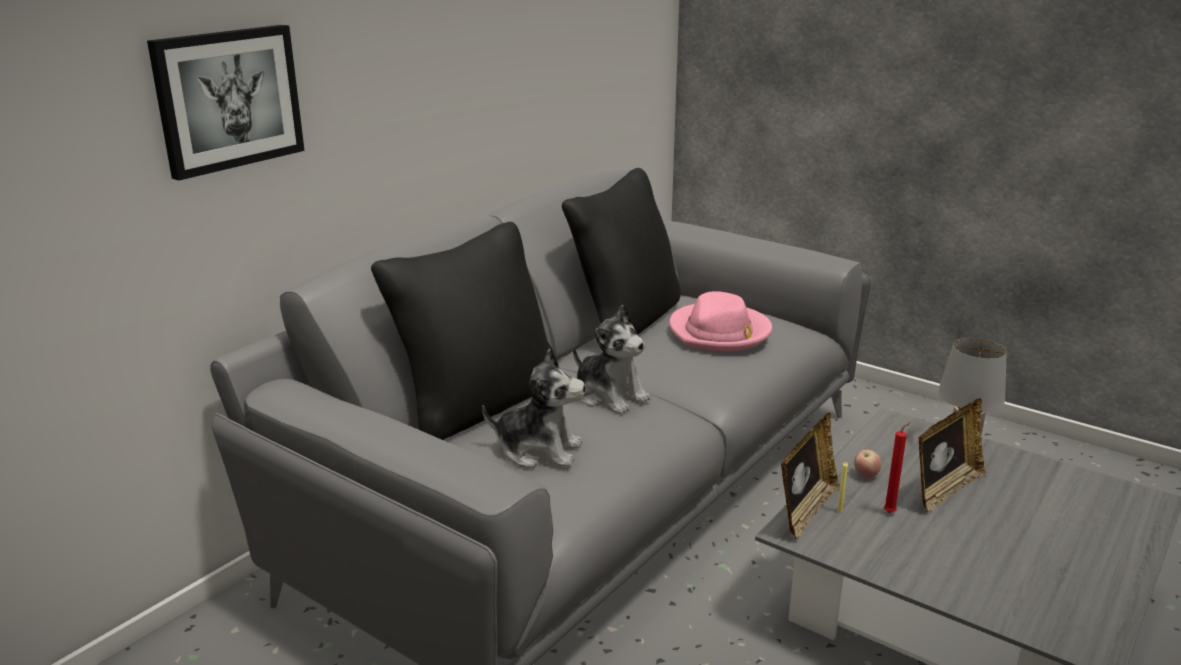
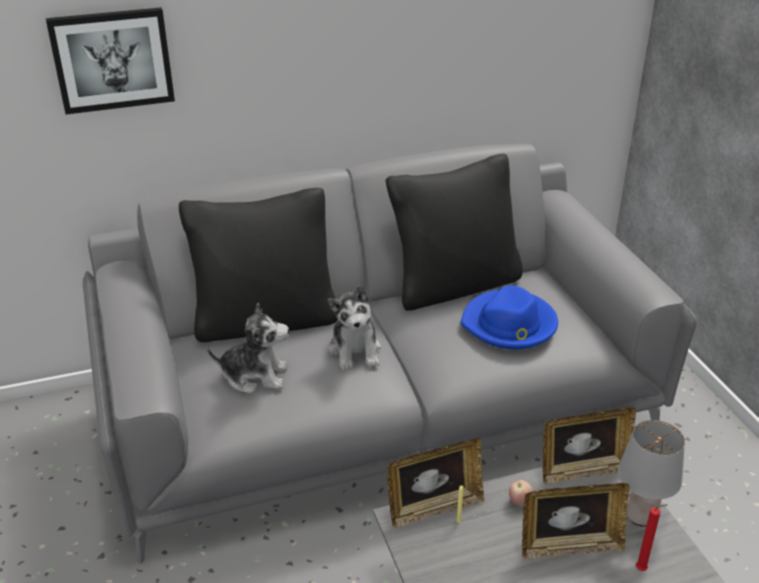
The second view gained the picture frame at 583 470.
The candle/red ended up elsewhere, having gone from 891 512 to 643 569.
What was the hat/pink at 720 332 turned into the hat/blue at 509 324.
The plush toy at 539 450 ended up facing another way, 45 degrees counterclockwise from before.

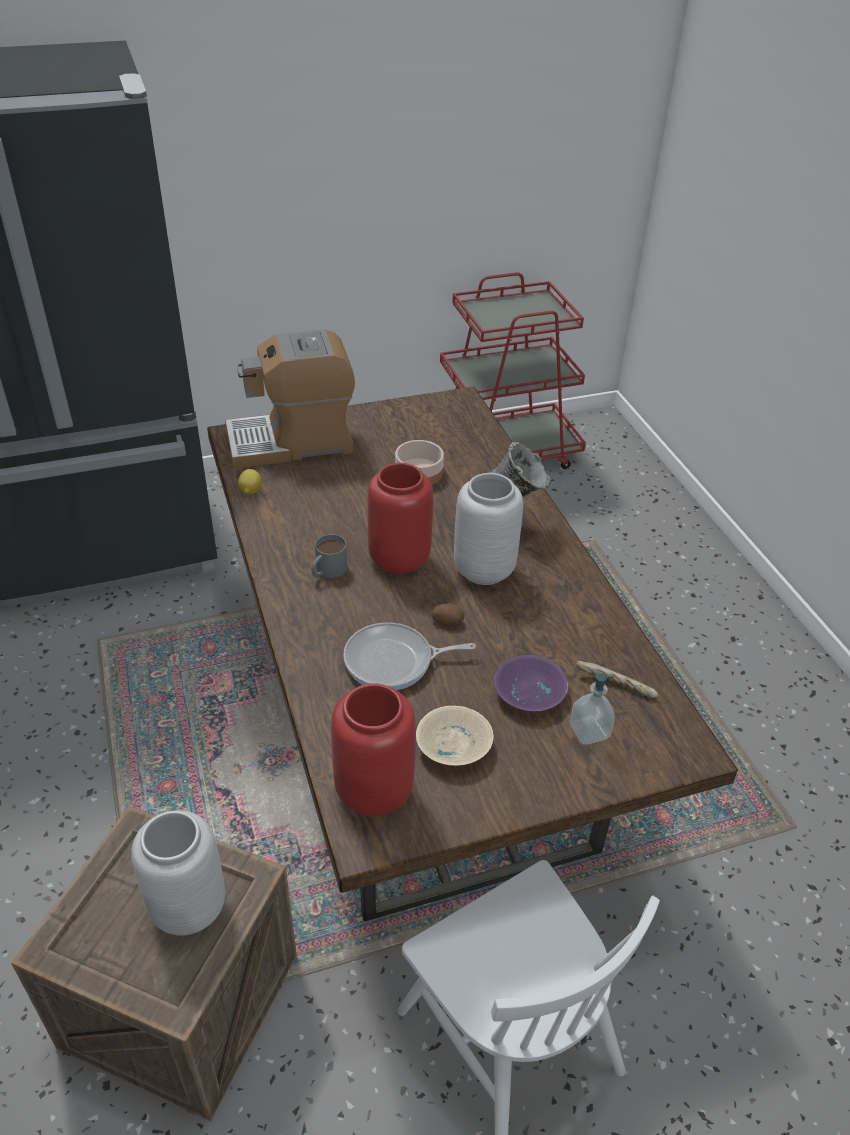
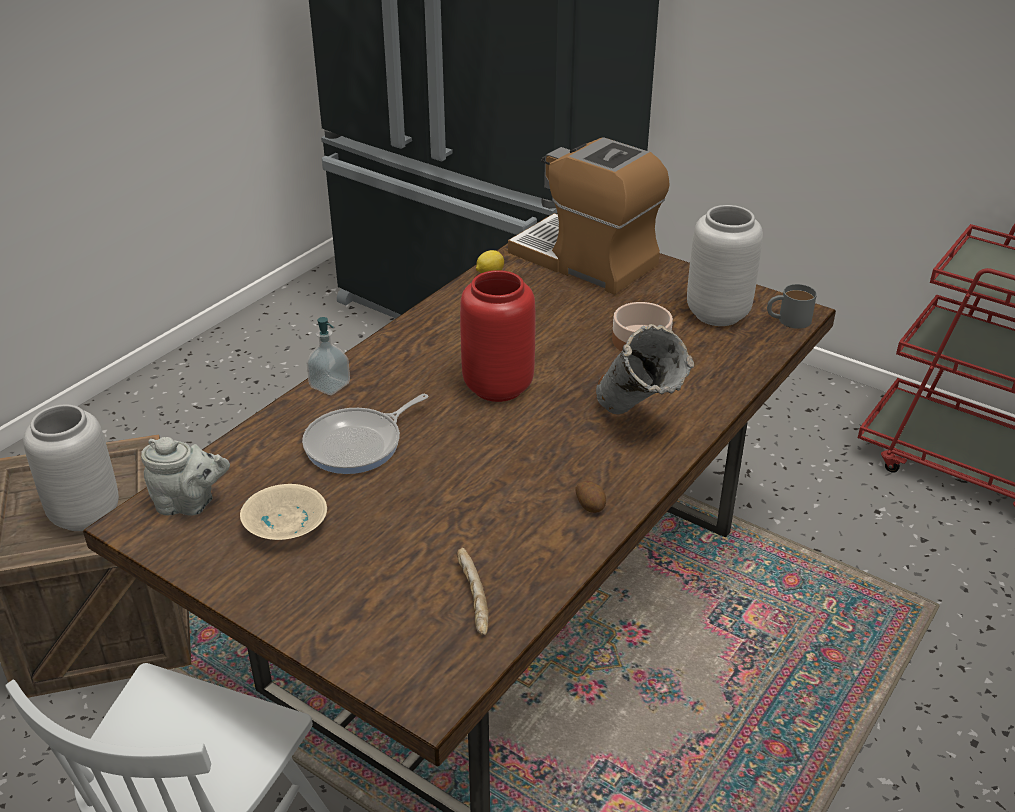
The second view lost the bowl/purple at 531 694.
The mug/grey ended up elsewhere, having gone from 327 571 to 788 319.
The potato ended up elsewhere, having gone from 447 620 to 591 505.
The vase/grey ended up elsewhere, having gone from 483 569 to 717 313.
The soap dispenser ended up elsewhere, having gone from 589 731 to 330 385.
Where the vase/red stood at 373 793, the teapot/grey came to stand at 189 504.
The frying pan at 393 662 ended up facing another way, 90 degrees counterclockwise from before.

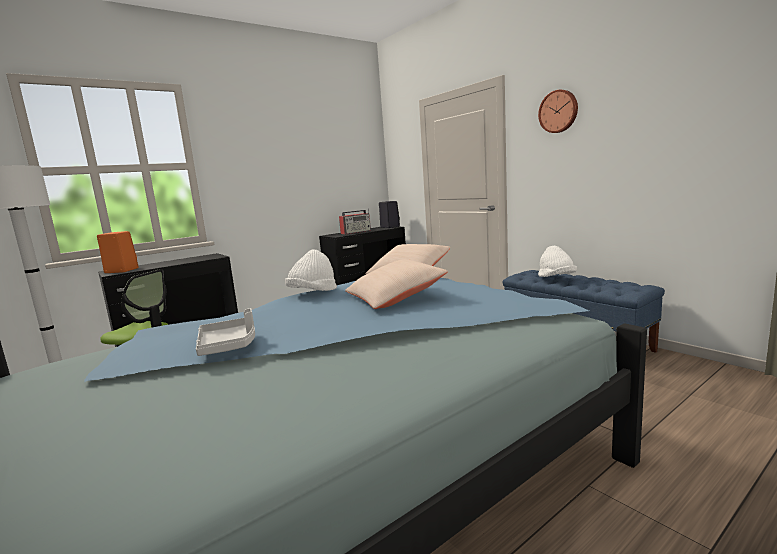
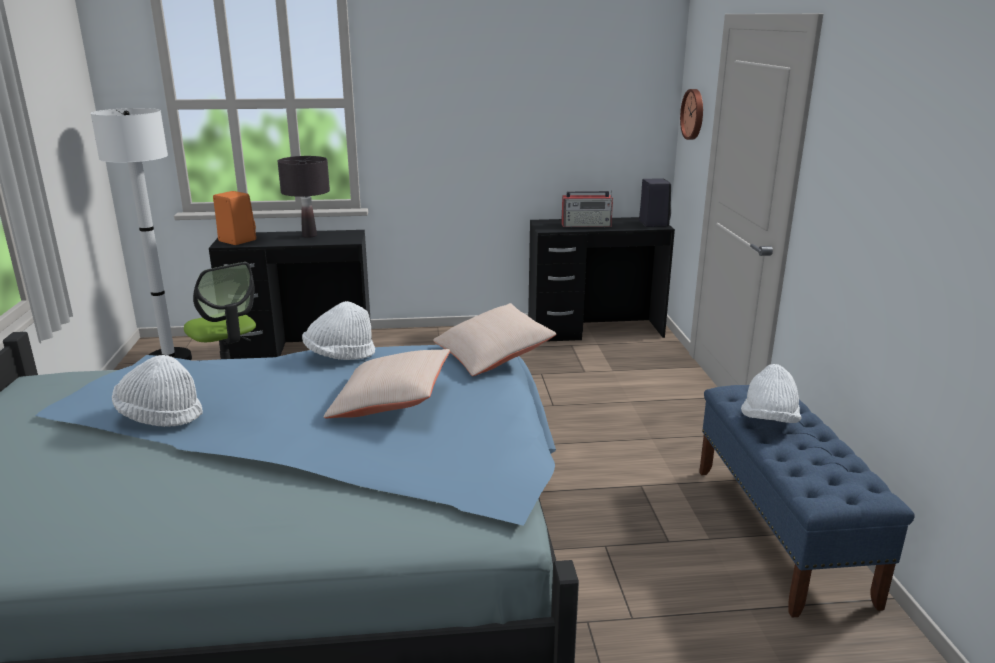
The second view gained the table lamp/black at 309 235.
The wall clock ended up elsewhere, having gone from 558 111 to 694 114.
Where the tray/grey stood at 228 345, the hat/white came to stand at 160 415.

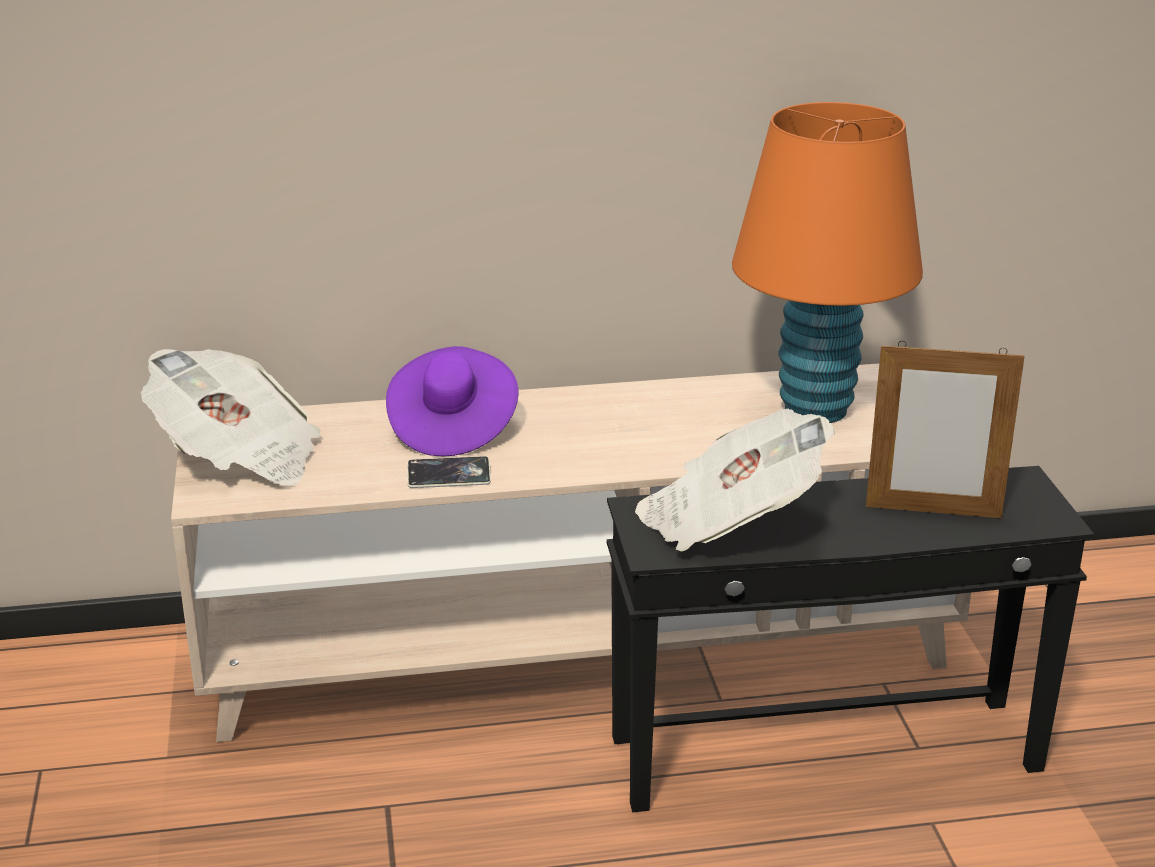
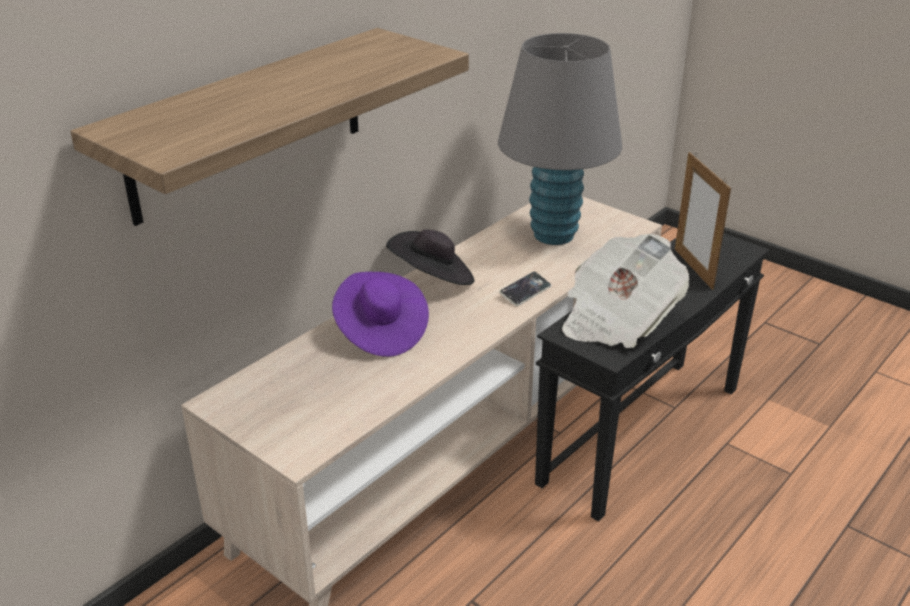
The second view lost the newspaper at 239 456.
The second view gained the shelf at 248 124.
The second view gained the hat/black at 432 278.
The phone ended up elsewhere, having gone from 449 477 to 525 292.
What was the table lamp/orange at 815 409 turned into the table lamp/grey at 553 235.
The picture frame at 933 511 ended up facing another way, 105 degrees clockwise from before.

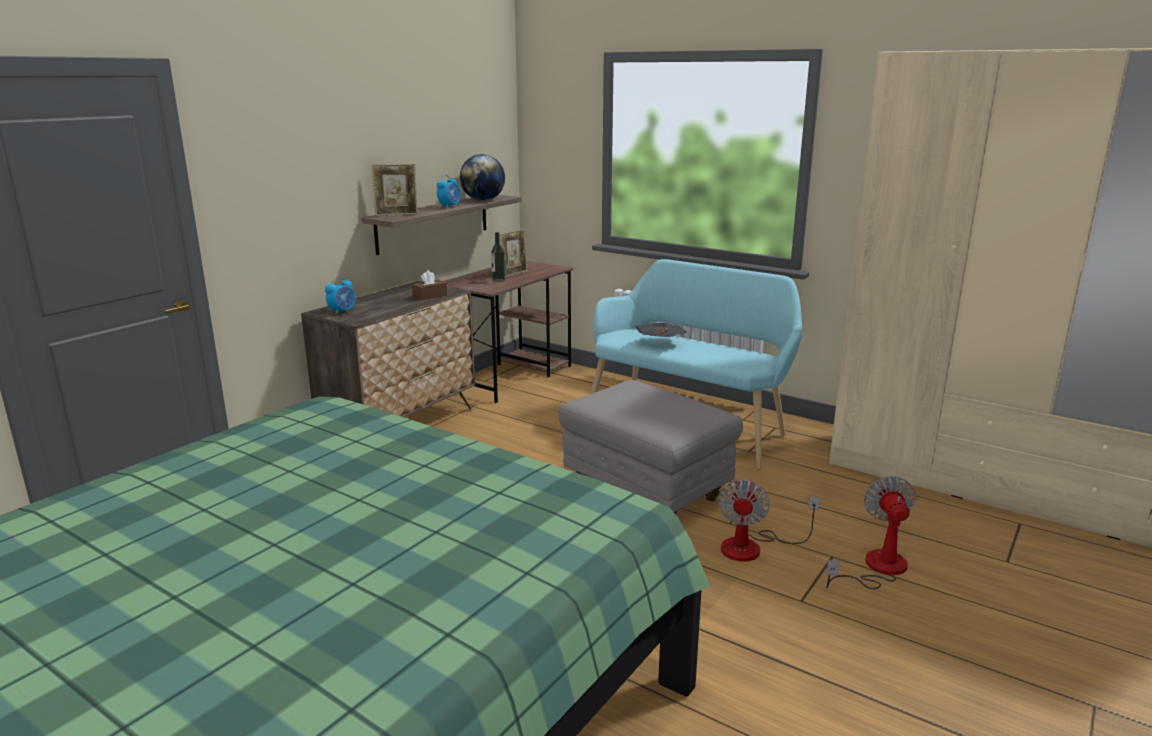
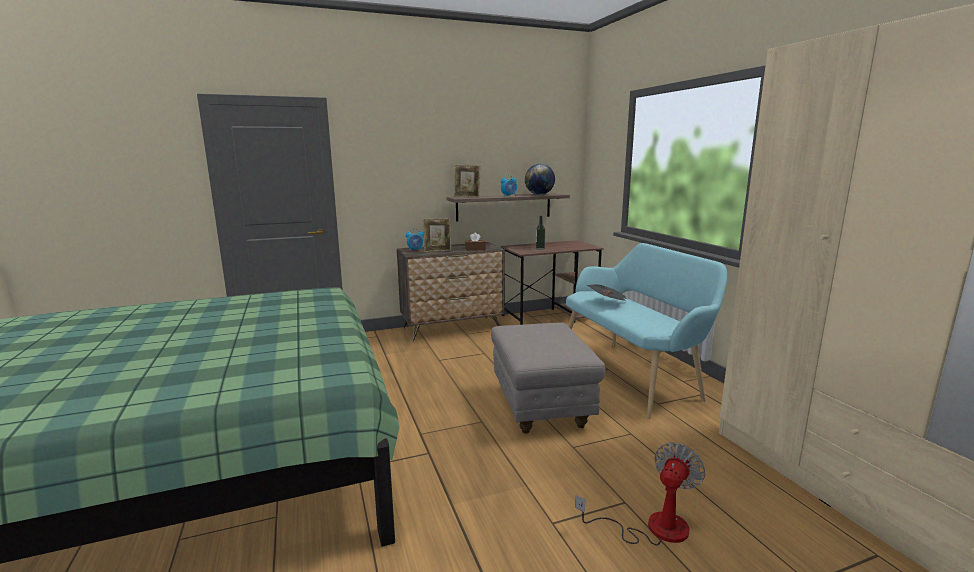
The second view lost the fan at 753 547.
The picture frame ended up elsewhere, having gone from 514 274 to 437 251.

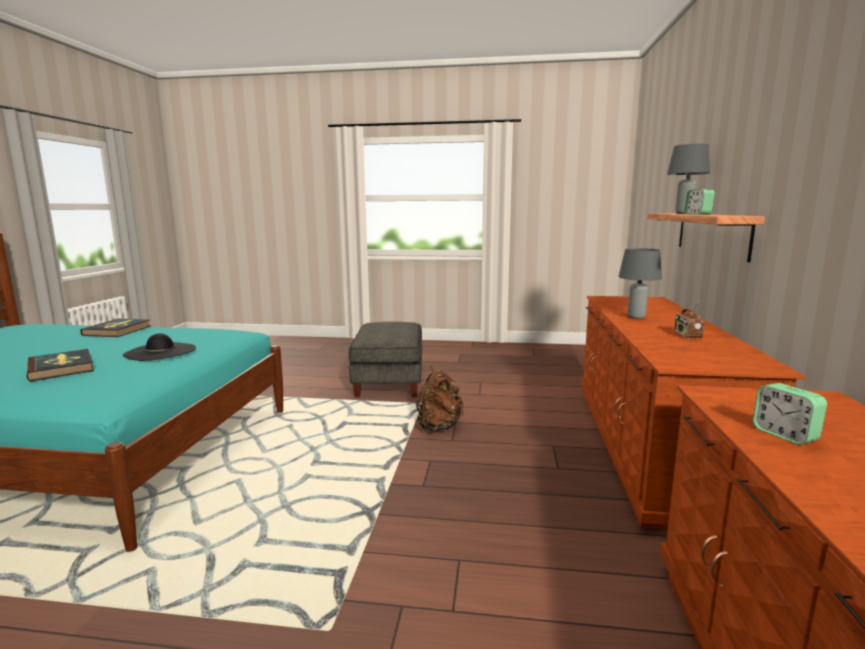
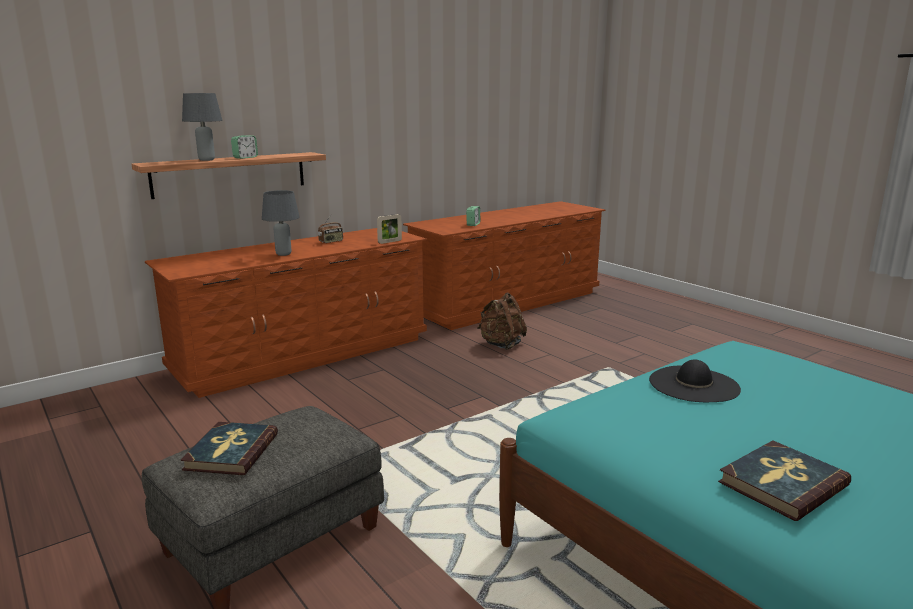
The second view gained the picture frame at 389 242.
The book ended up elsewhere, having gone from 61 368 to 231 452.
The backpack/brown ended up elsewhere, having gone from 439 426 to 501 345.

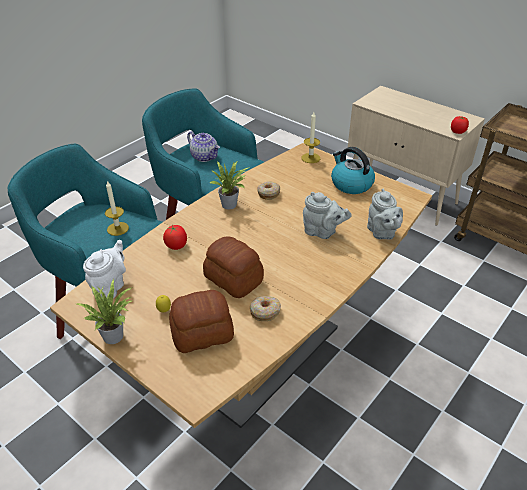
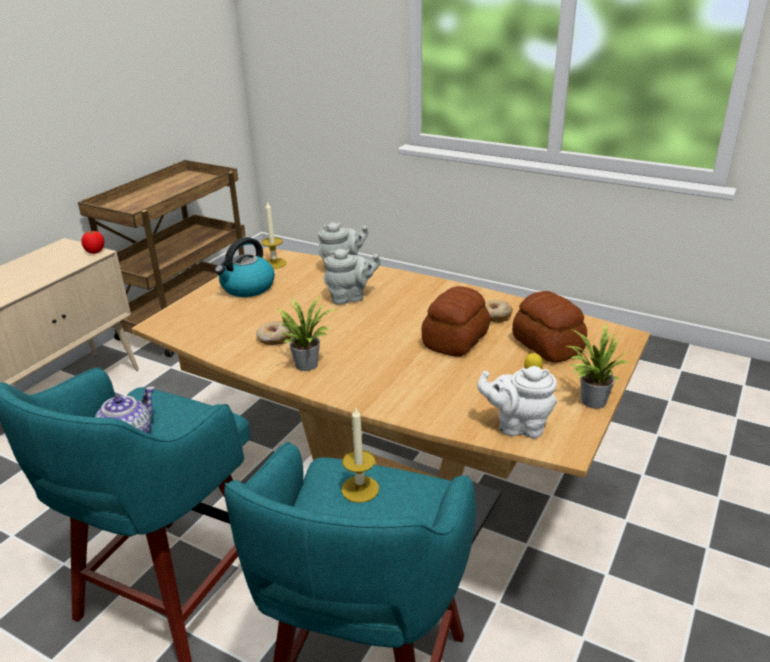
The second view lost the tomato at 176 246.
The candle ended up elsewhere, having gone from 310 158 to 274 263.
The teapot/grey at 322 232 ended up facing another way, 60 degrees clockwise from before.

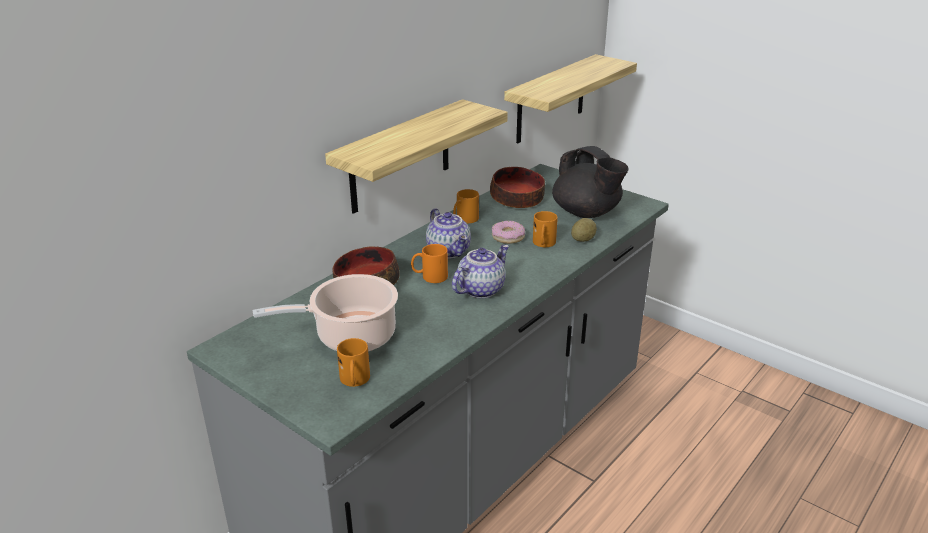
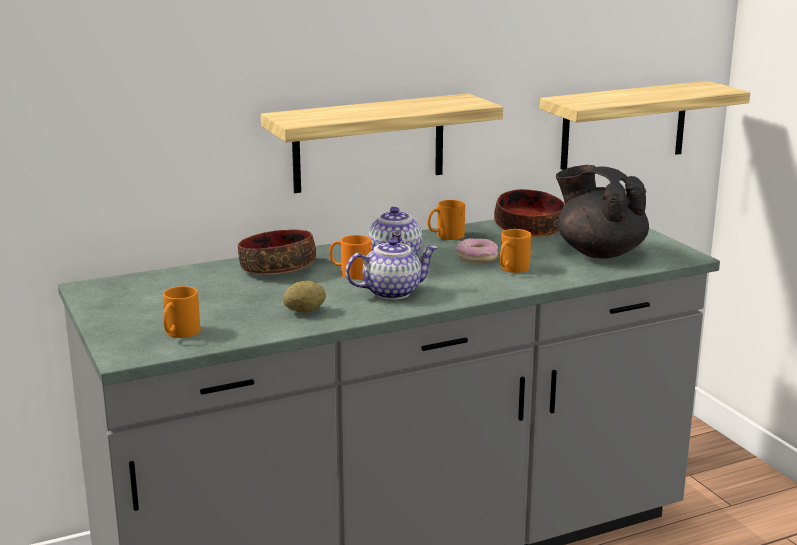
The second view lost the cooking pot at 350 336.
The potato ended up elsewhere, having gone from 583 239 to 304 311.
The teapot/black at 586 213 ended up facing another way, 150 degrees clockwise from before.

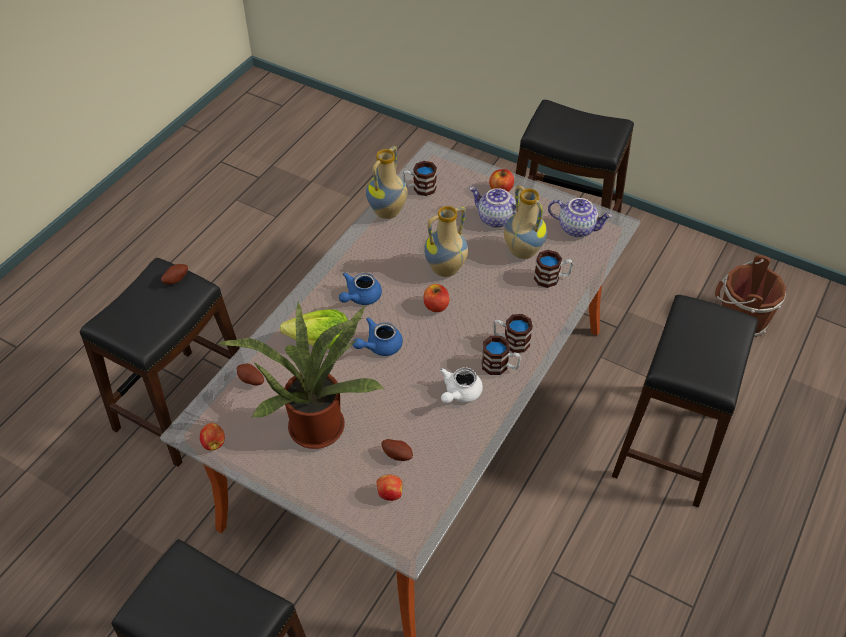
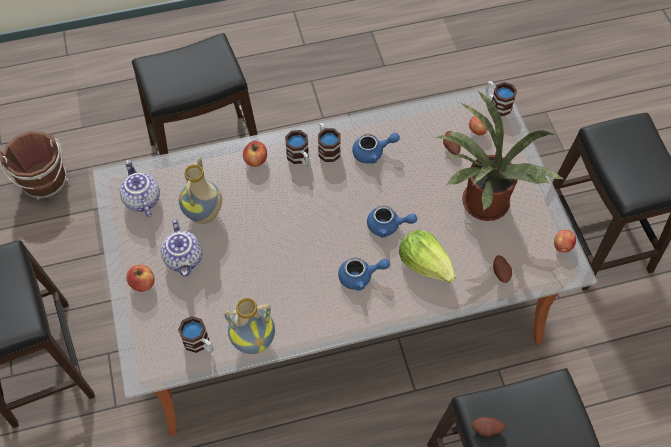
The second view lost the vase at 445 270.
The apple ended up elsewhere, having gone from 436 306 to 256 160.
The mug ended up elsewhere, having gone from 552 278 to 497 104.
What was the teapot/white at 459 393 turned into the teapot/blue at 373 152.

